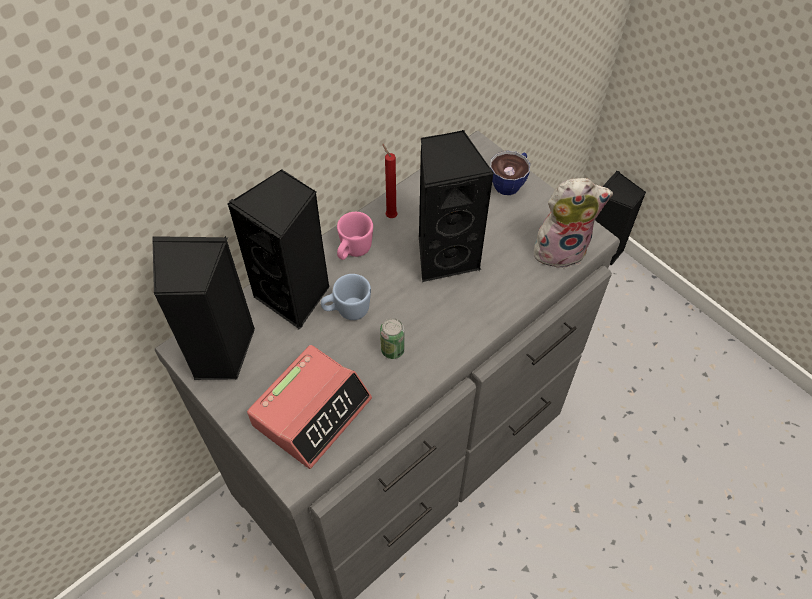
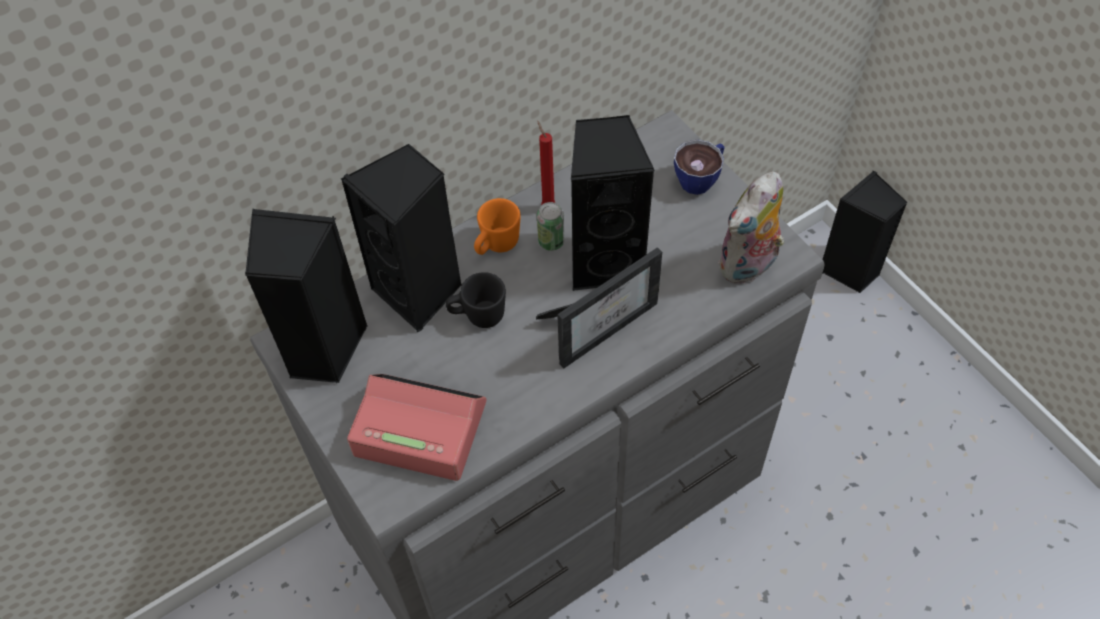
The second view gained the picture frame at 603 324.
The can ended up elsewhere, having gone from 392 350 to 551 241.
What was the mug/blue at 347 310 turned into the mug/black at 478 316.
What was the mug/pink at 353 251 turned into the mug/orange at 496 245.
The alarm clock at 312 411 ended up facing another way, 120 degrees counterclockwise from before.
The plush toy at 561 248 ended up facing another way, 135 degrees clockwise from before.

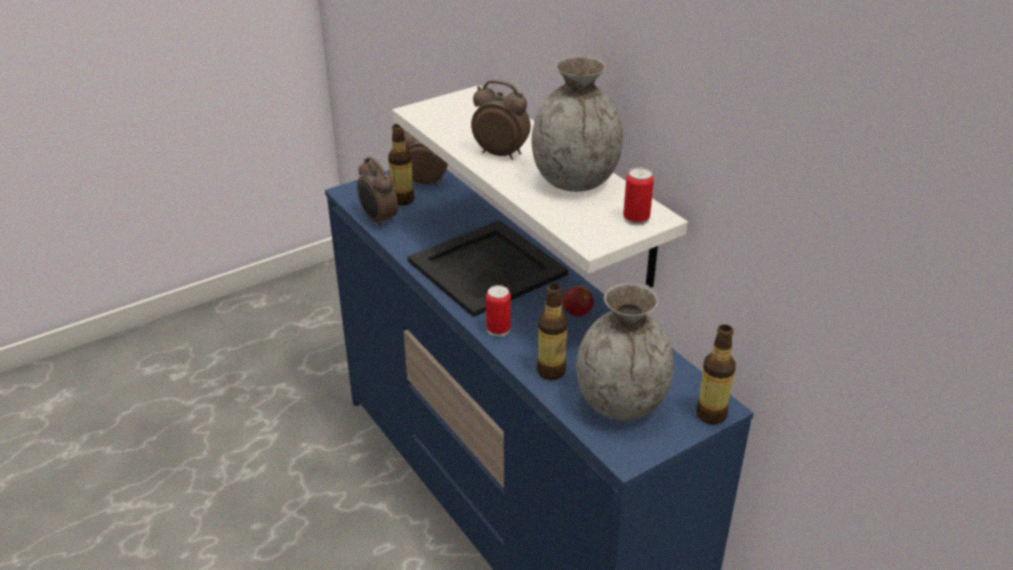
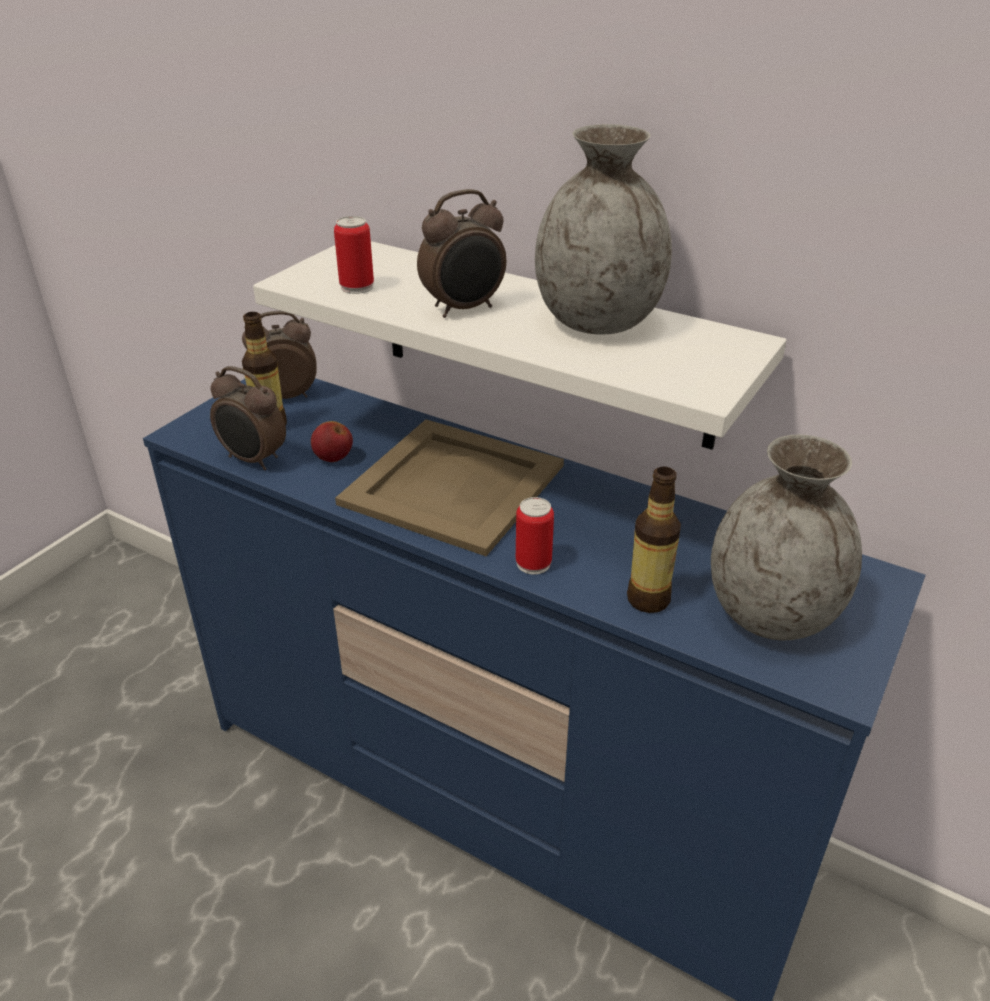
The second view lost the bottle at 711 414.
The apple ended up elsewhere, having gone from 577 313 to 333 458.
The can ended up elsewhere, having gone from 636 218 to 357 287.
What was the tray/black at 488 268 turned into the tray/beige at 455 484.
The alarm clock at 501 153 ended up facing another way, 150 degrees clockwise from before.

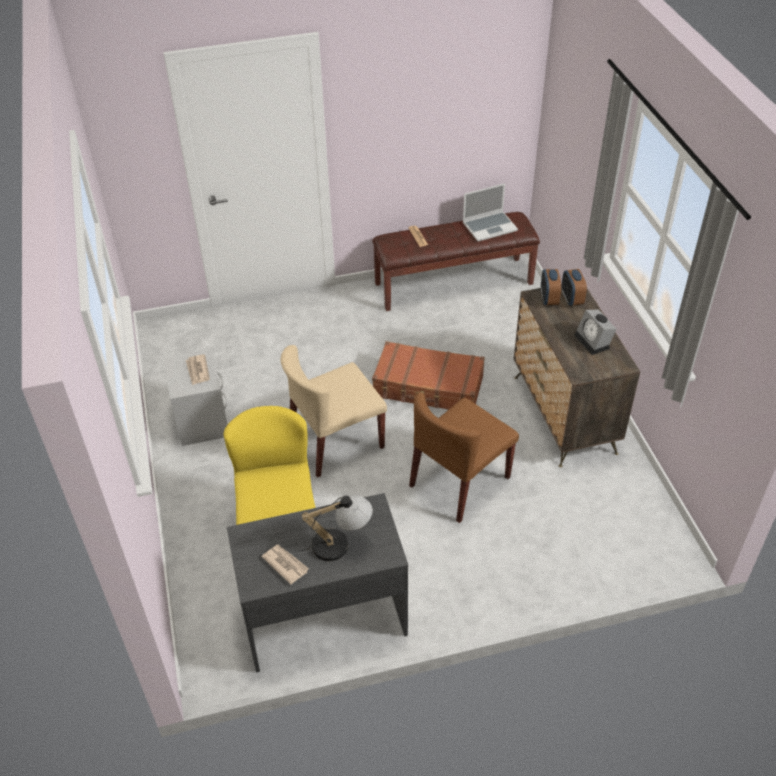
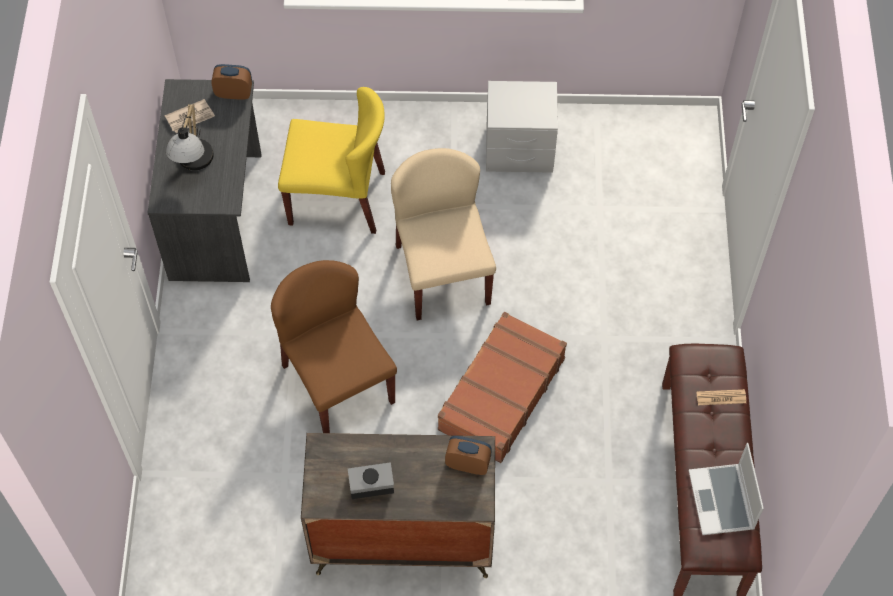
The second view lost the newspaper at 197 371.
The alarm clock ended up elsewhere, having gone from 571 299 to 234 93.

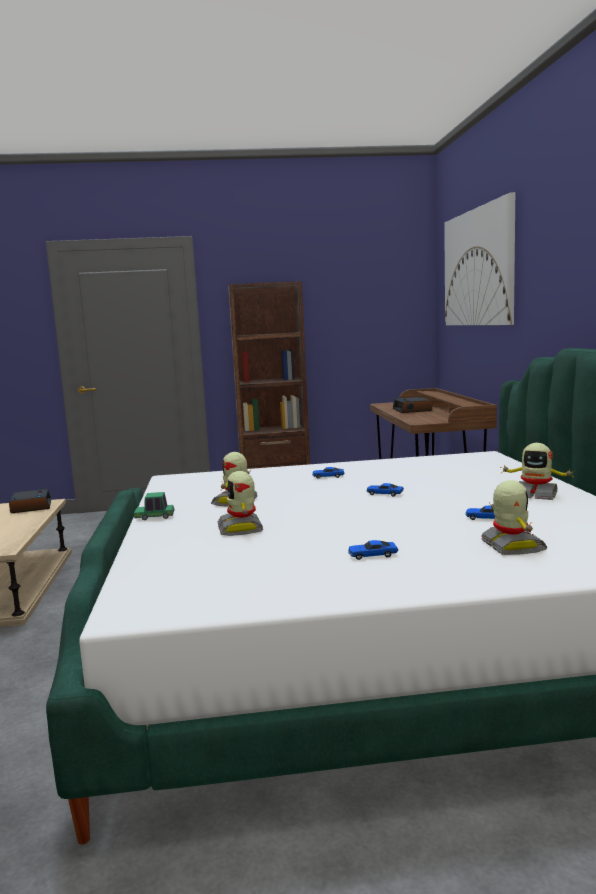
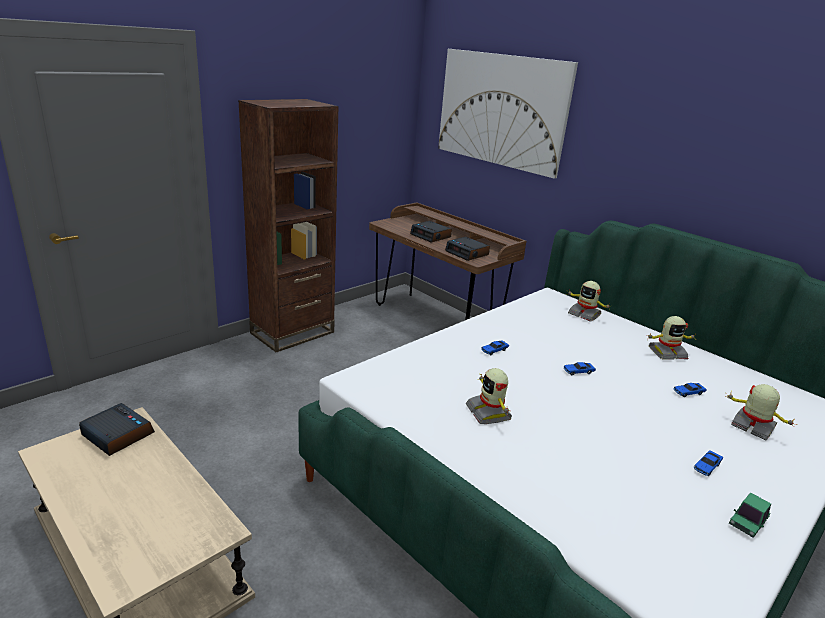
The second view gained the alarm clock at 467 253.
The toy car ended up elsewhere, having gone from 155 516 to 747 522.
The toy robot ended up elsewhere, having gone from 241 528 to 584 314.

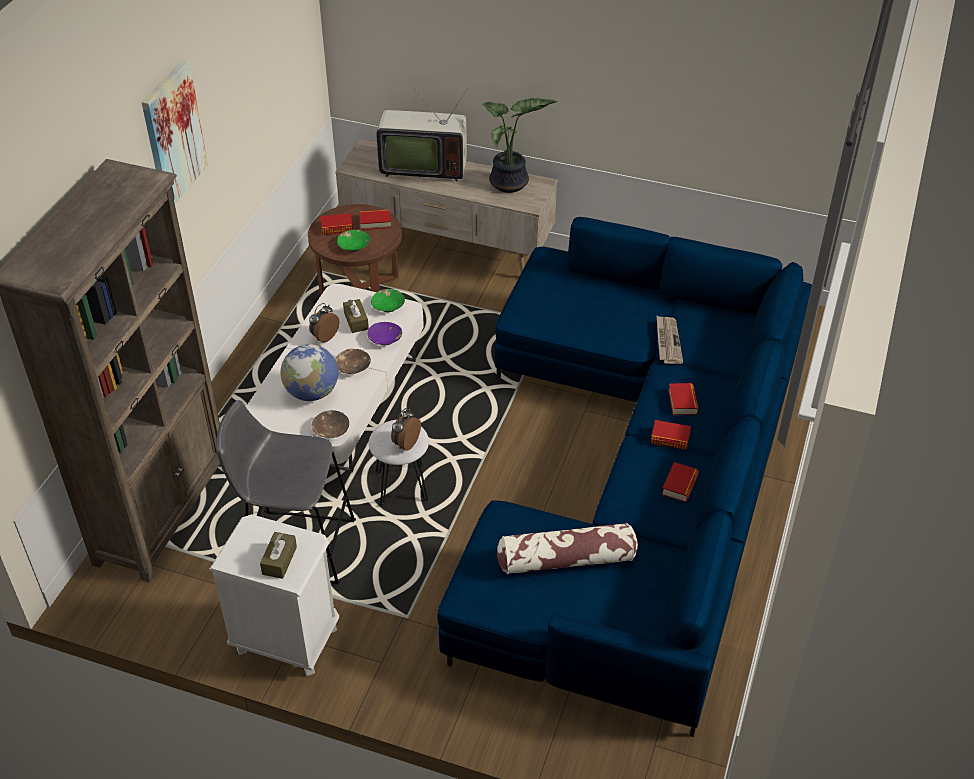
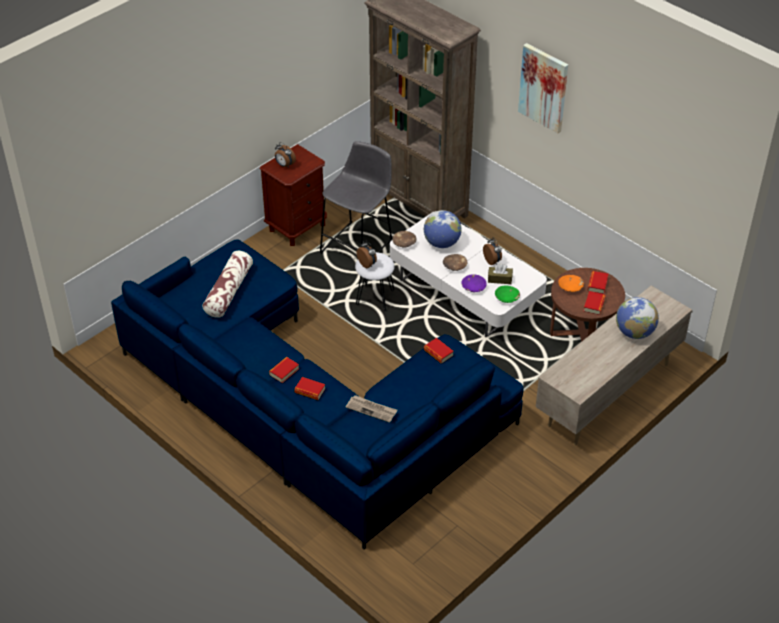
The second view lost the potted plant at 510 184.
The book ended up elsewhere, having gone from 679 485 to 438 353.
Where the tissue box/brown stood at 279 560, the alarm clock came to stand at 284 165.
Where the television stood at 422 167, the globe came to stand at 634 332.
What was the nightstand/white at 286 640 turned into the nightstand/brown at 297 227.
What was the bowl/green at 354 246 turned into the bowl/orange at 570 287.

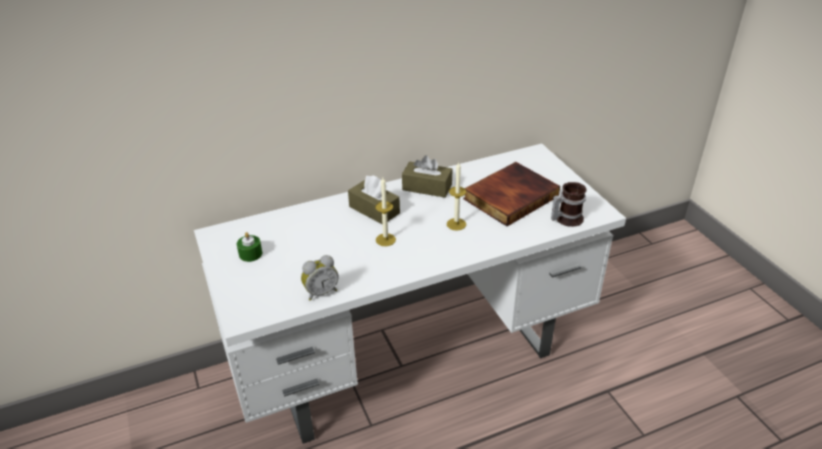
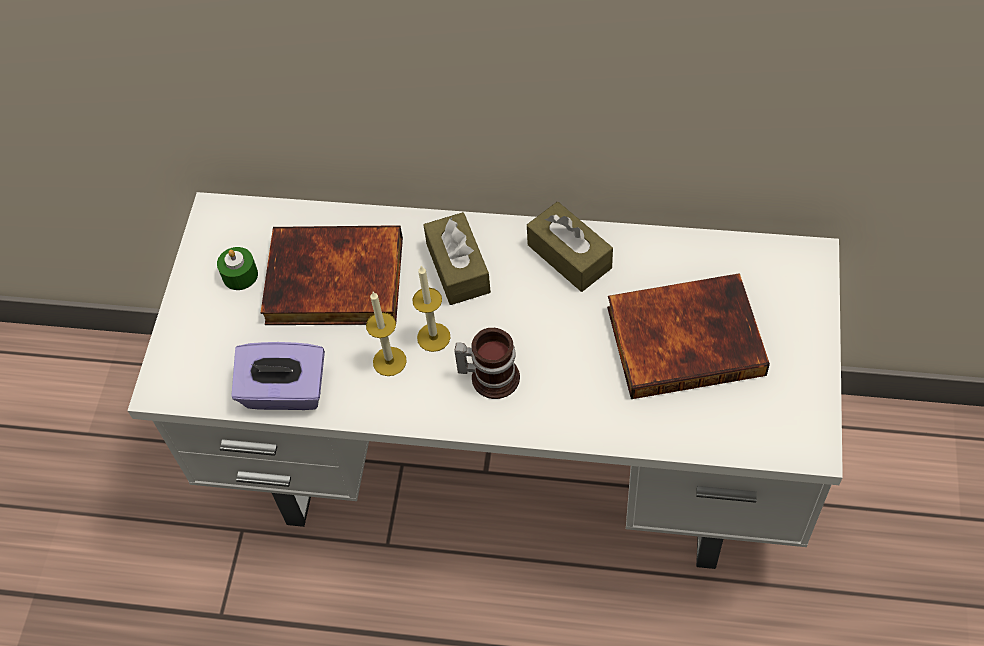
The second view gained the book at 333 283.
The candle ended up elsewhere, having gone from 456 224 to 389 361.
The mug ended up elsewhere, having gone from 566 218 to 490 375.
Where the alarm clock stood at 321 292, the tissue box/purple came to stand at 285 392.

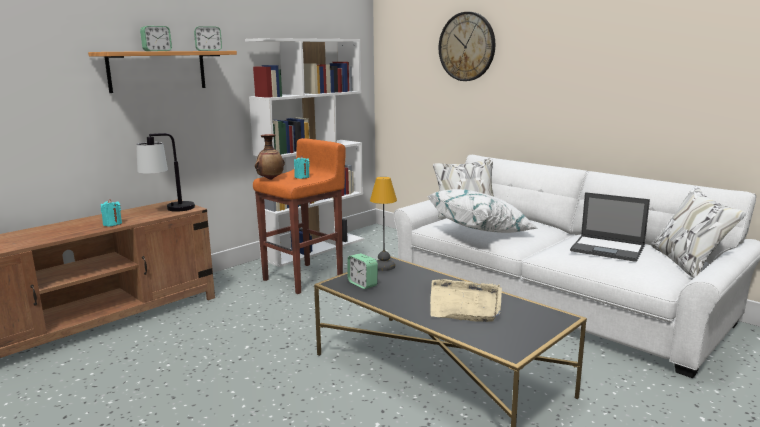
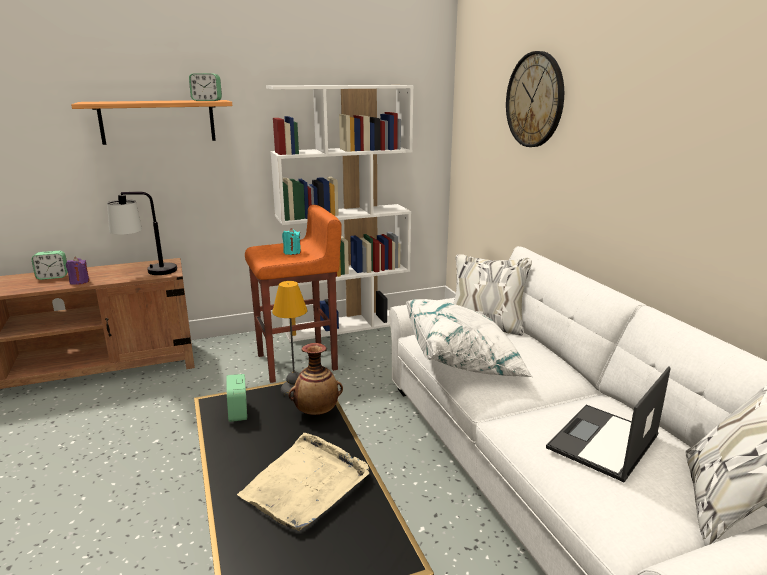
The alarm clock ended up elsewhere, having gone from 157 51 to 53 277.
The vase ended up elsewhere, having gone from 270 179 to 316 412.
What was the candle/turquoise at 112 224 turned into the candle/purple at 79 282.
The laptop at 608 249 ended up facing another way, 75 degrees clockwise from before.

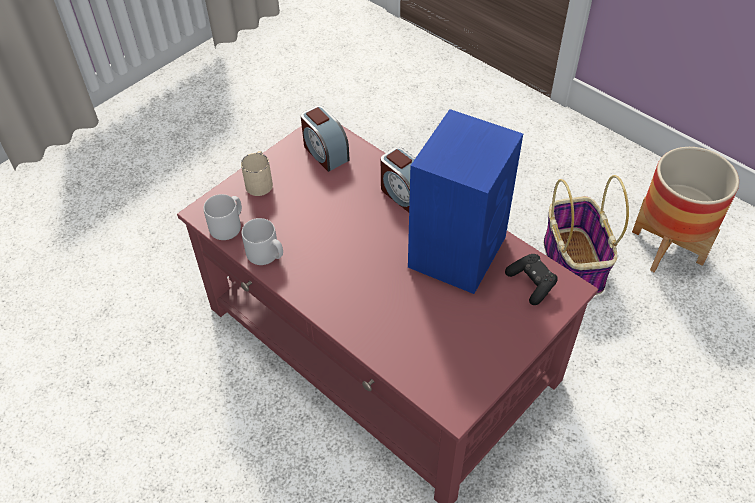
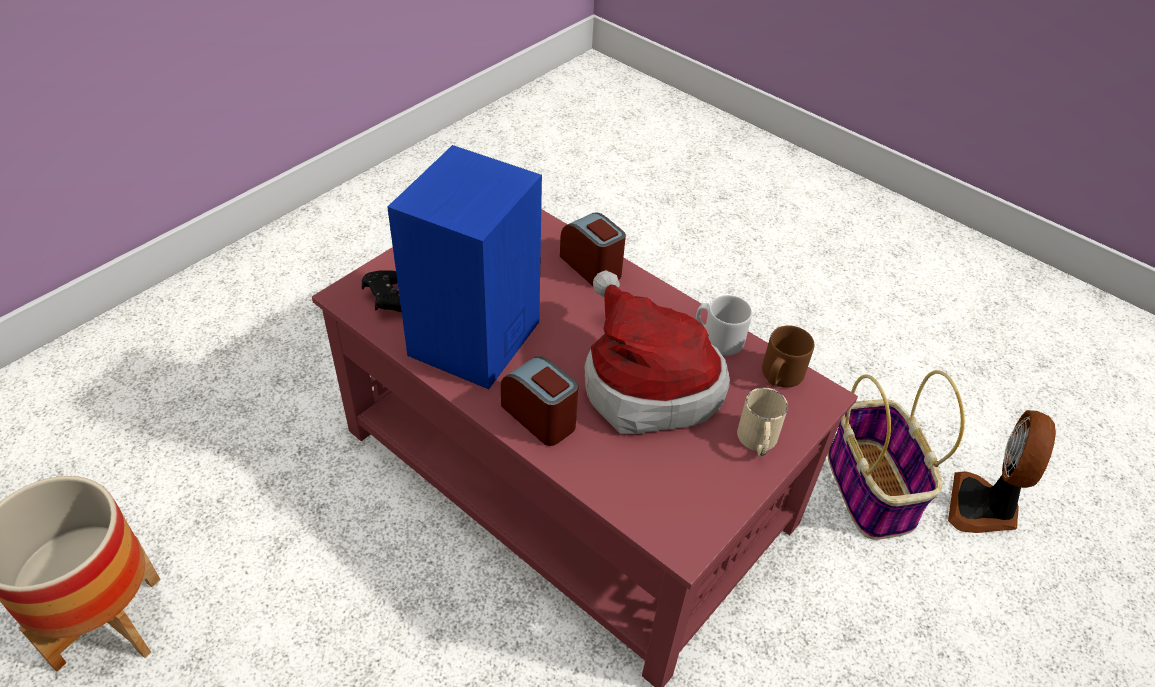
The second view gained the hat at 645 382.
The second view gained the fan at 983 508.
The alarm clock ended up elsewhere, having gone from 325 152 to 592 266.
The basket ended up elsewhere, having gone from 572 262 to 871 490.
What was the mug/grey at 228 226 turned into the mug/brown at 779 376.

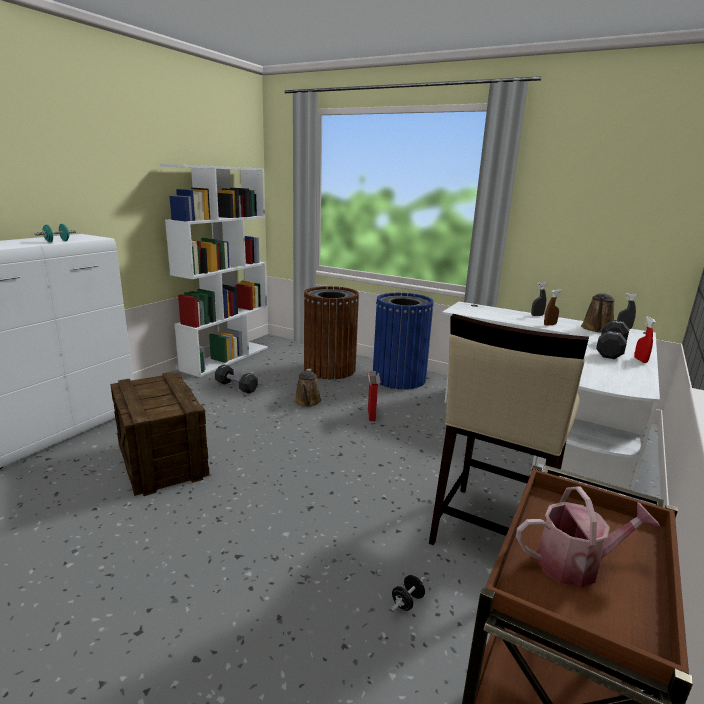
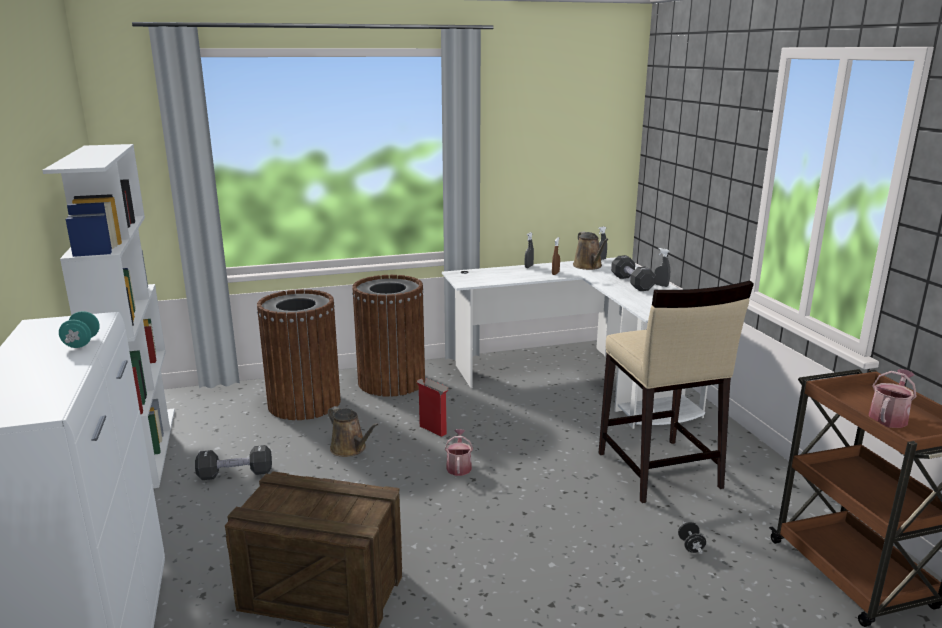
The second view gained the watering can at 459 466.
What was the trash can/blue at 399 378 turned into the trash can/brown at 391 381.
What was the spray bottle/red at 640 360 turned into the spray bottle/grey at 661 285.

